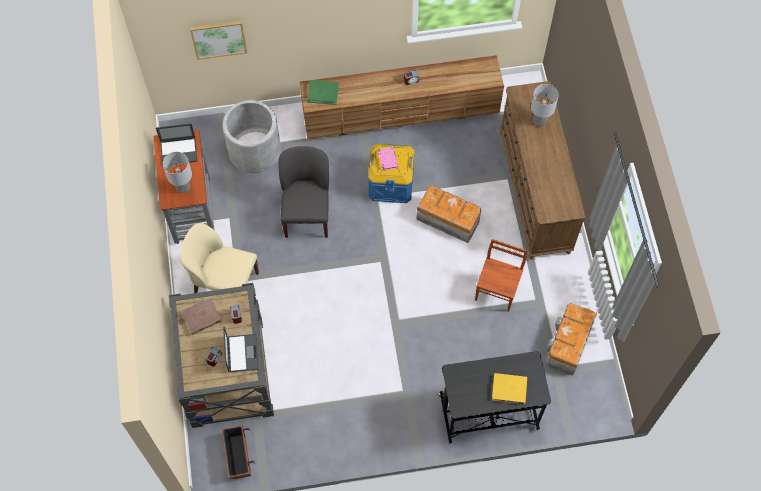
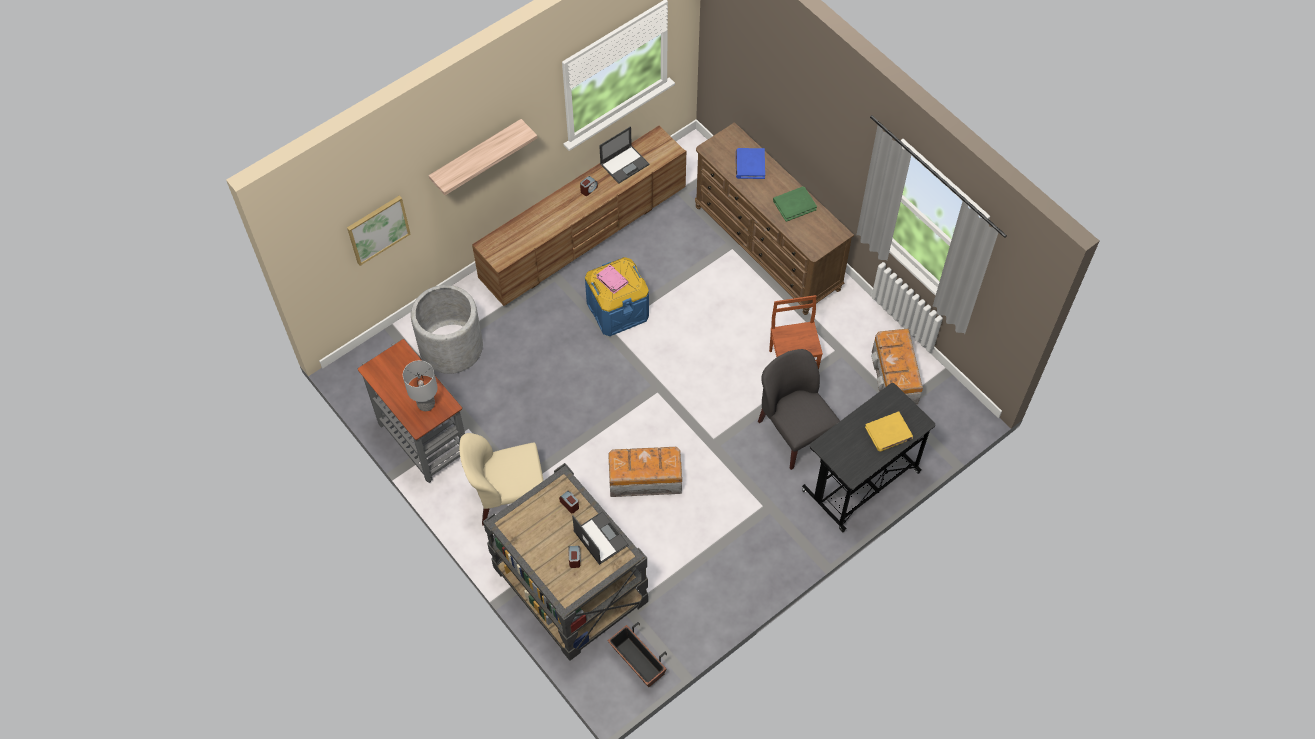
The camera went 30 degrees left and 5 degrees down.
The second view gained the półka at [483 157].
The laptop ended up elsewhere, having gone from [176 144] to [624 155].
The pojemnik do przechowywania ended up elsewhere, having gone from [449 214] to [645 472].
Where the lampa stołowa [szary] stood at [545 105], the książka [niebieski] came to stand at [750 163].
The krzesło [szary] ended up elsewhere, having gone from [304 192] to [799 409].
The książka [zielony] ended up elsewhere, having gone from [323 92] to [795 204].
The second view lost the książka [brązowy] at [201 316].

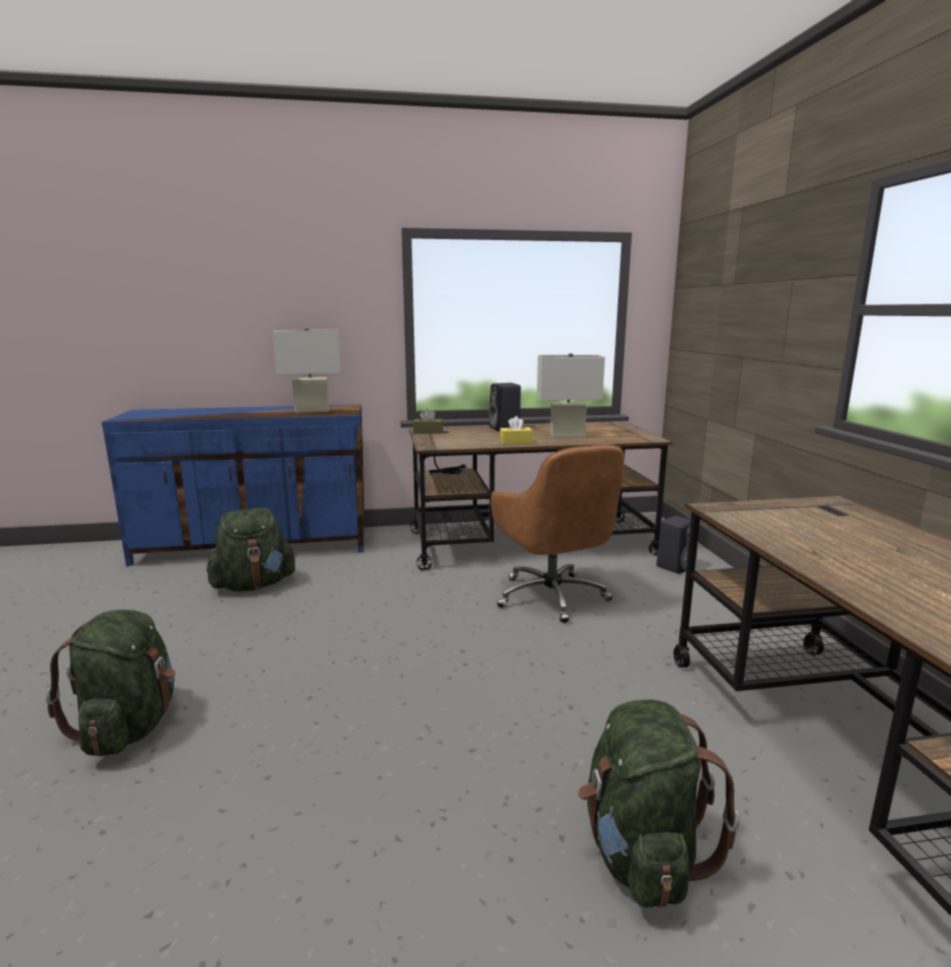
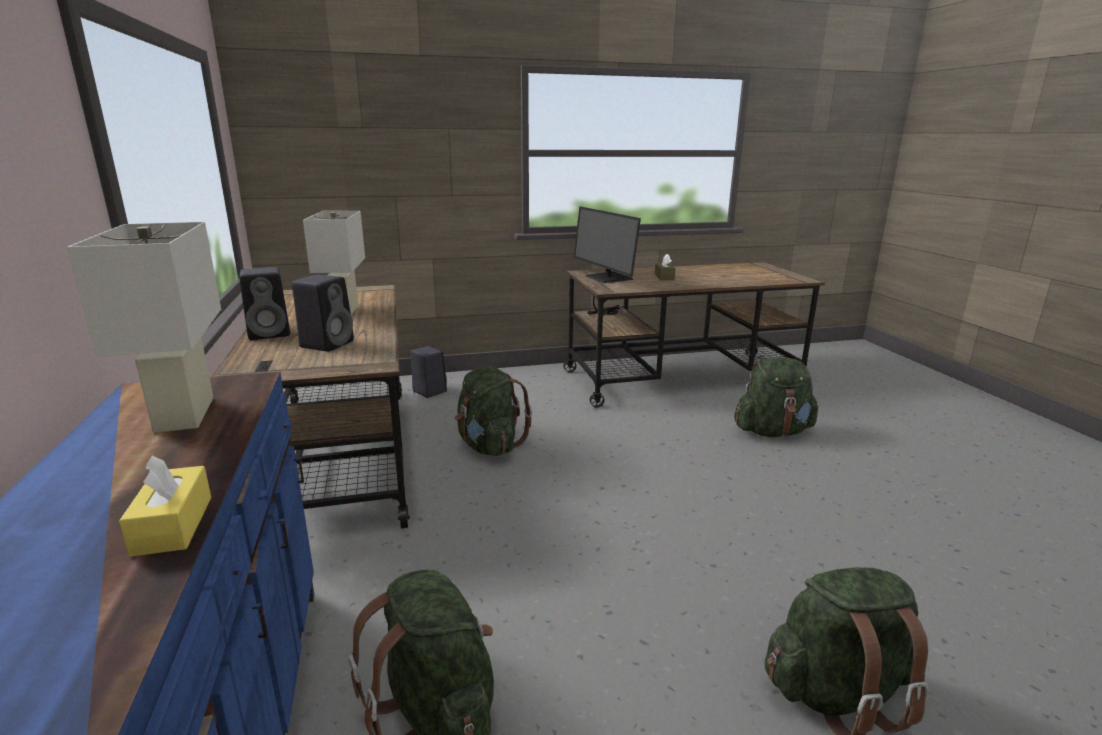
The camera went 95 degrees left and 5 degrees up.
The pudełko chusteczek [żółty] ended up elsewhere, having gone from [516 430] to [165 506].
The second view gained the głośnik [czarny] at [323 313].
Where the krzesło biurowe [brązowy] stood at [557 533], the plecak [zielony] came to stand at [493 411].
The second view gained the monitor at [607 244].
The pudełko chusteczek [brązowy] ended up elsewhere, having gone from [428 421] to [665 267].

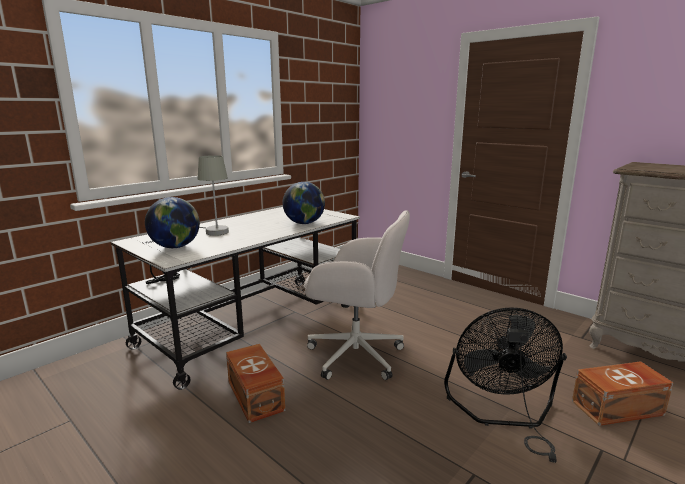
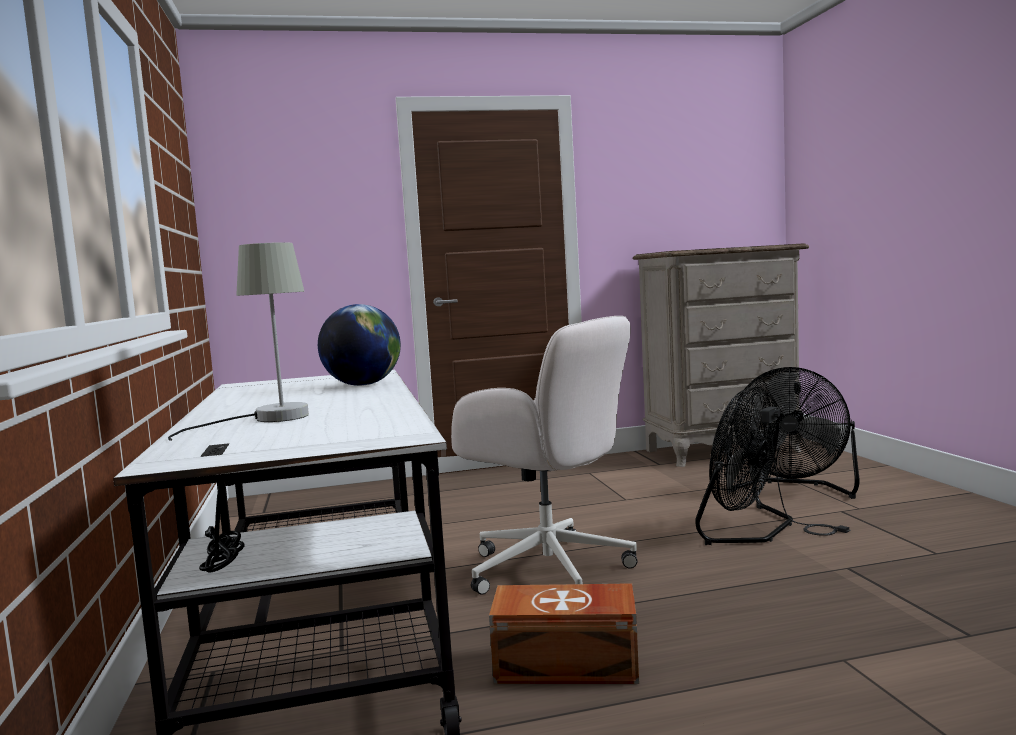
The camera went 55 degrees left and 10 degrees down.
The krzesło biurowe [biały] at [357 295] ended up facing another way, 75 degrees clockwise from before.
Where the pojemnik do przechowywania [brązowy] stood at [622 393], the wentylator [czarny] came to stand at [792 433].
The second view lost the globus at [172 222].

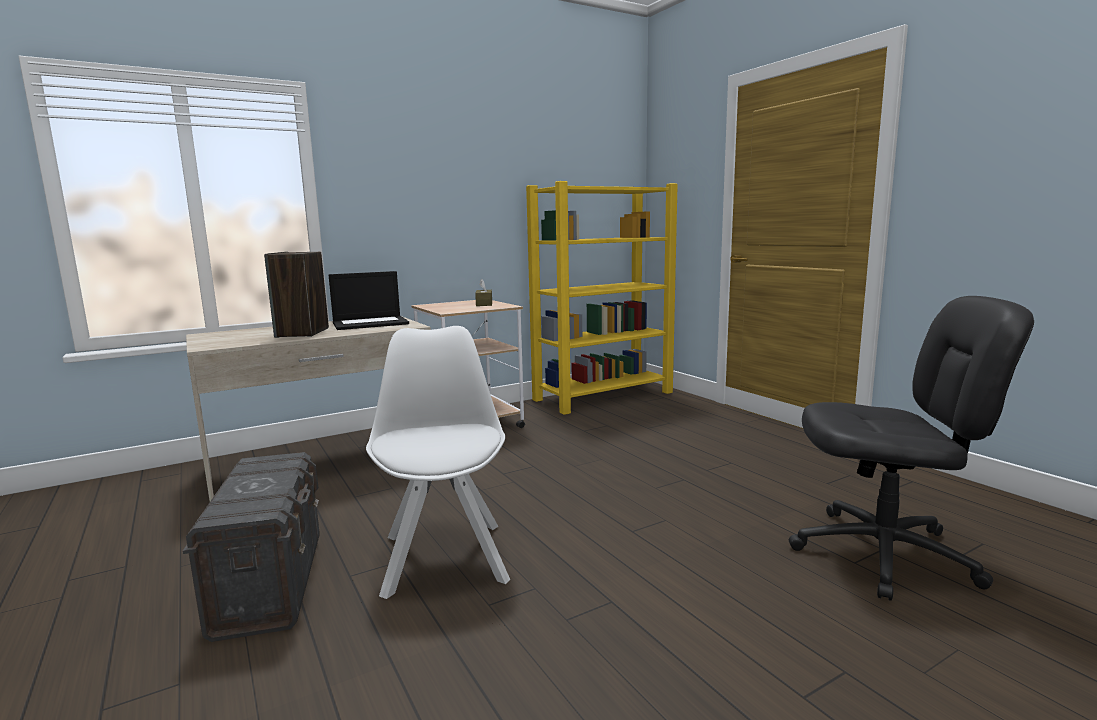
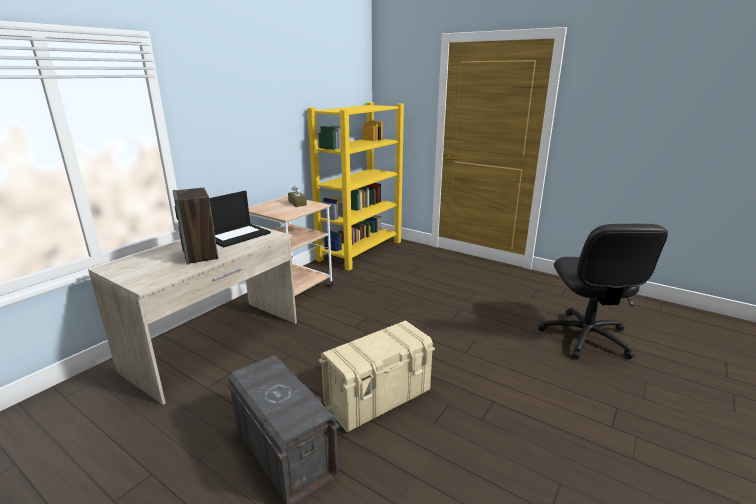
The camera went 25 degrees left and 10 degrees up.
Where the krzesło [biały] stood at [438 462], the pojemnik do przechowywania [beżowy] came to stand at [377 376].
The krzesło biurowe [czarny] at [911 448] ended up facing another way, 105 degrees clockwise from before.

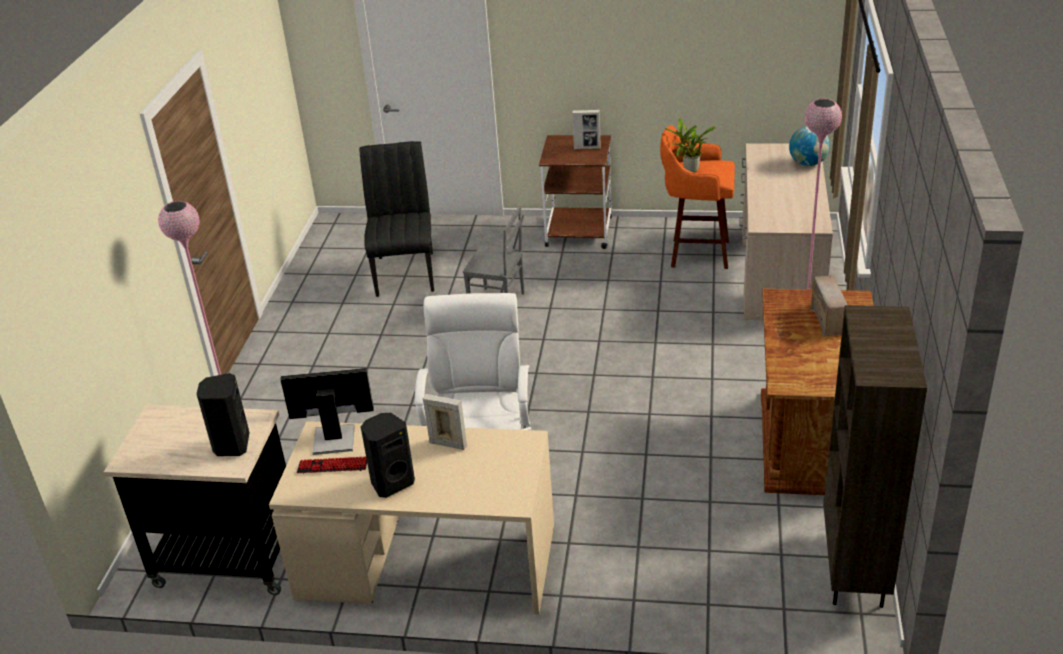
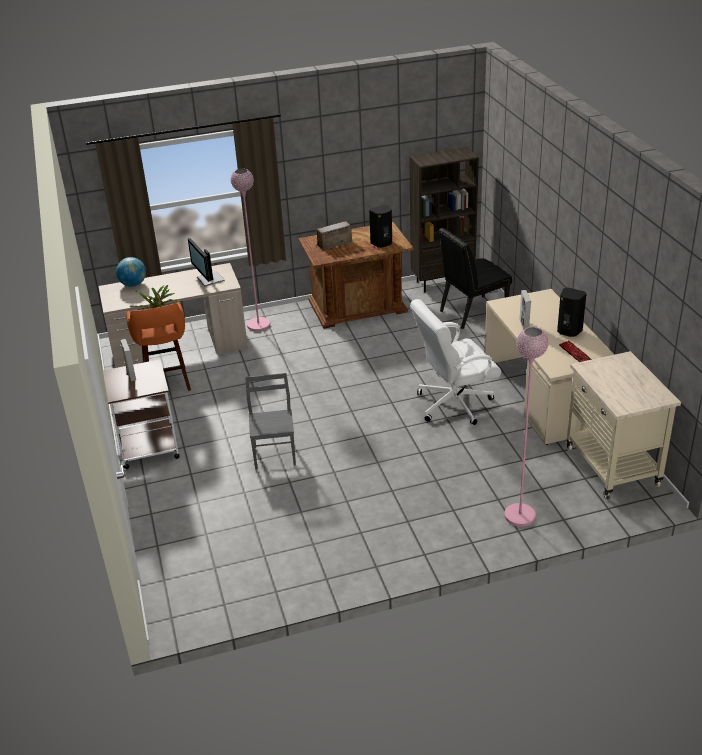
The camera went 115 degrees left and 0 degrees up.
The monitor ended up elsewhere, having gone from [327 411] to [206 262].
The głośnik [czarny] ended up elsewhere, having gone from [223 414] to [380 226].
The krzesło [czarny] ended up elsewhere, having gone from [396 219] to [475 278].
What was the wózek [czarny] at [195 500] turned into the wózek [beżowy] at [623 425].

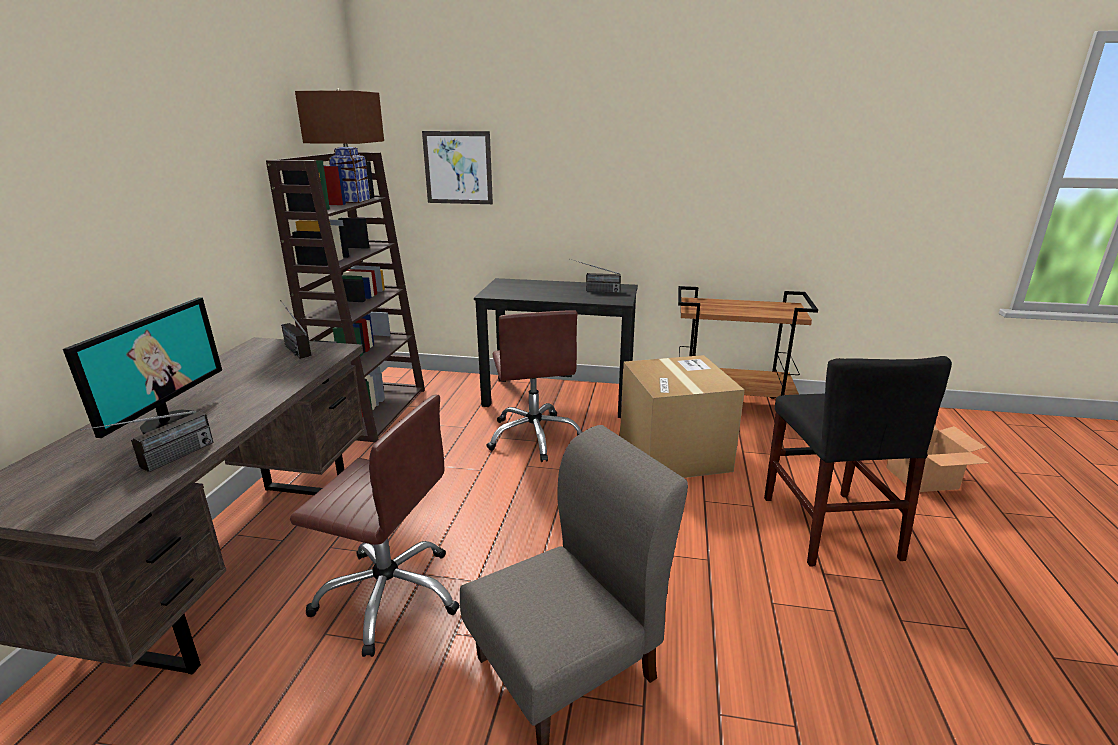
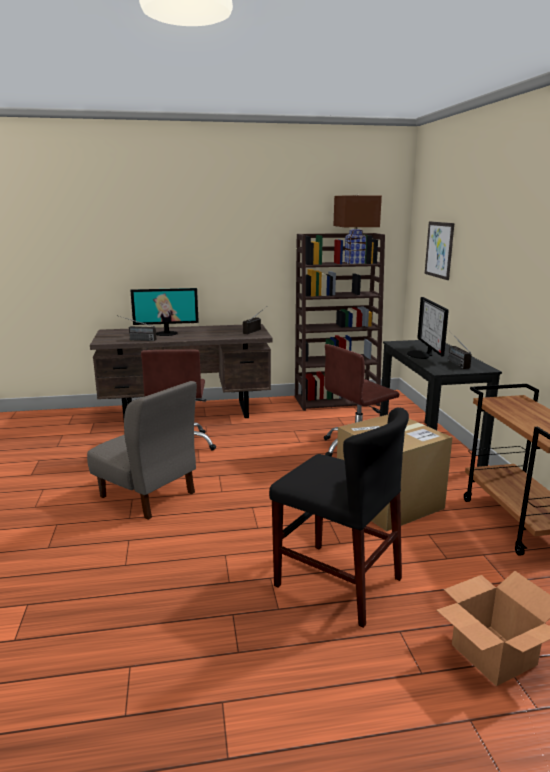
The camera went 70 degrees right and 5 degrees down.
The krzesło [czarny] at [858 461] ended up facing another way, 120 degrees counterclockwise from before.
The second view gained the monitor at [428 328].

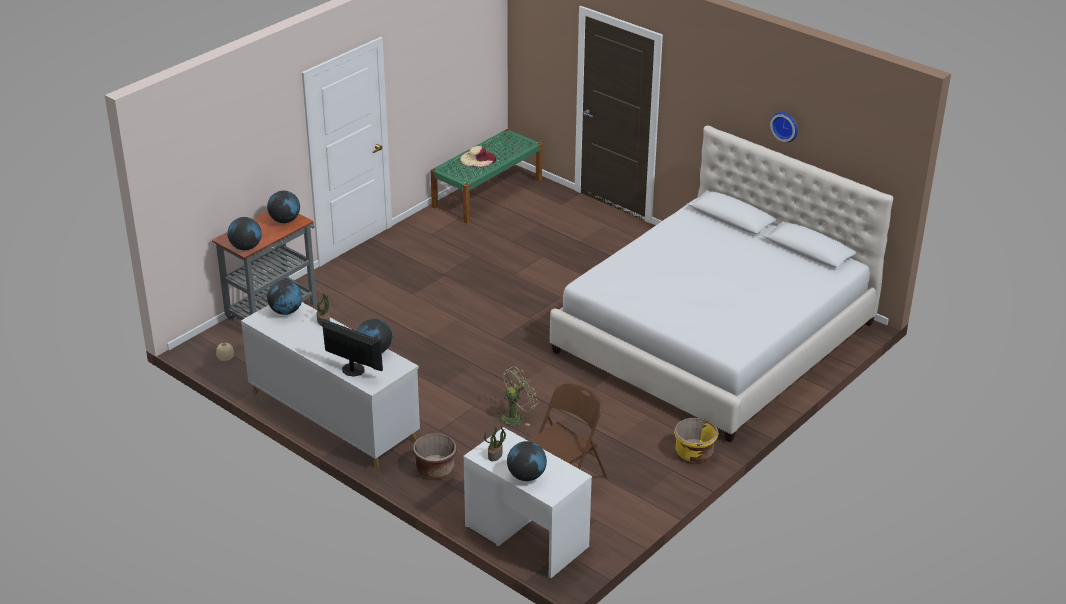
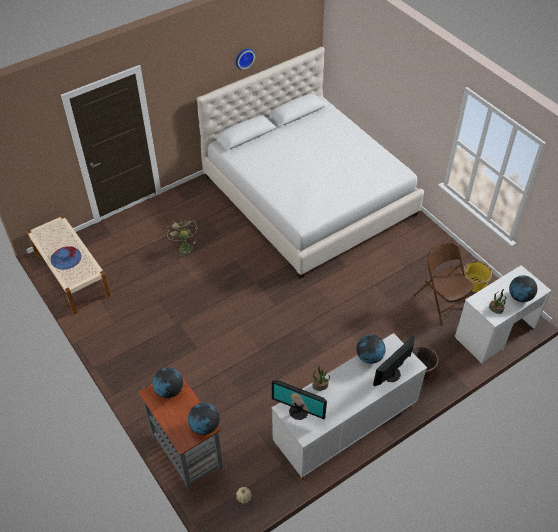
The camera went 75 degrees left and 15 degrees up.
What was the ławka [zielony] at [486 176] turned into the ławka [beżowy] at [69 265].
What was the kapelusz [beżowy] at [478 157] turned into the kapelusz [niebieski] at [66 258].
The wentylator [zielony] ended up elsewhere, having gone from [517 396] to [182 237].
Where the globus stood at [284 297], the monitor came to stand at [299 400].
The donica [żółty] ended up elsewhere, having gone from [696 440] to [477 276].

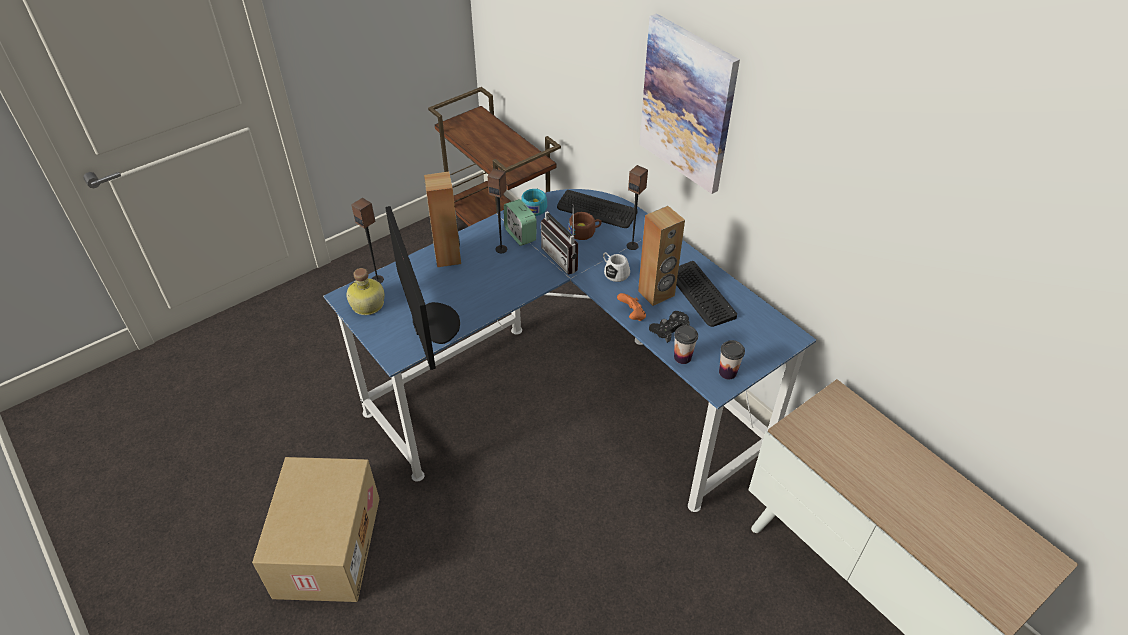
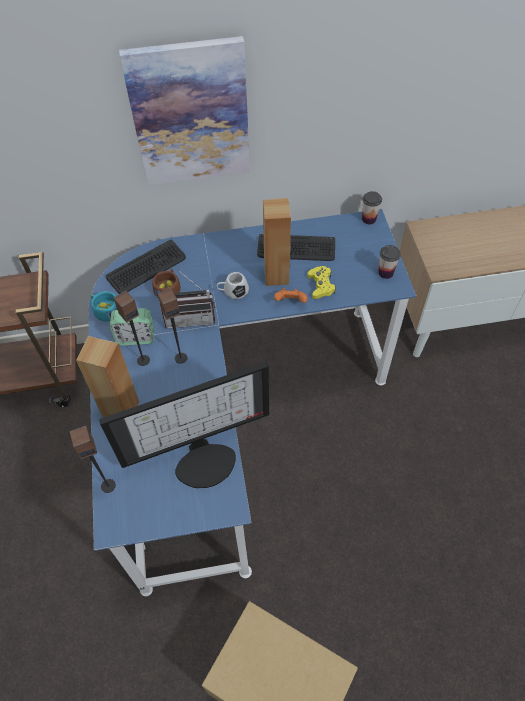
The camera went 60 degrees left and 10 degrees up.
The monitor at [422 288] ended up facing another way, 150 degrees clockwise from before.
The głośnik ended up elsewhere, having gone from [637 207] to [172 326].
What was the pad do gier [czarny] at [669 327] turned into the pad do gier [żółty] at [321 282].
The filiżanka ended up elsewhere, having gone from [686 344] to [372 208].
The second view lost the butelka at [365 291].

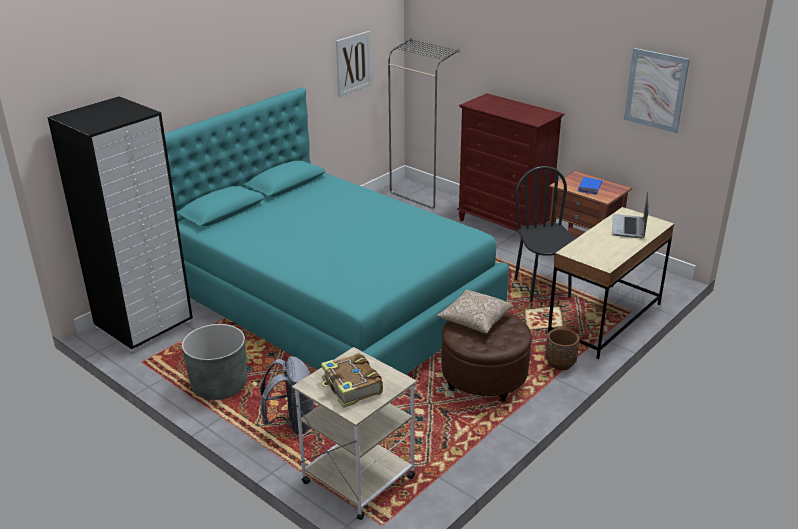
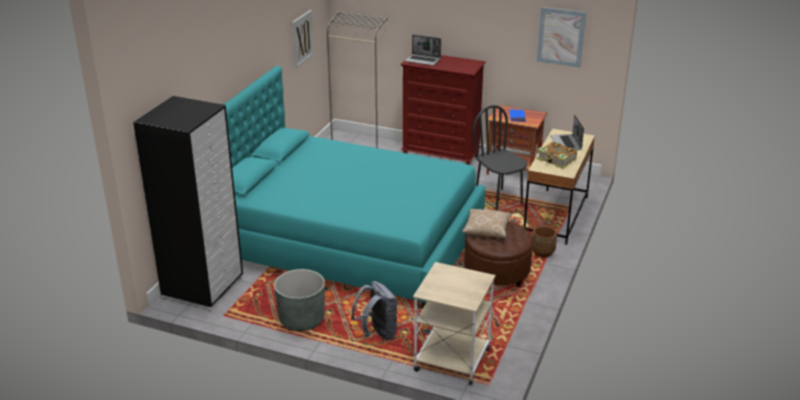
The camera went 20 degrees left and 0 degrees up.
The second view gained the laptop at [423 50].
The książka ended up elsewhere, having gone from [352 380] to [557 155].

